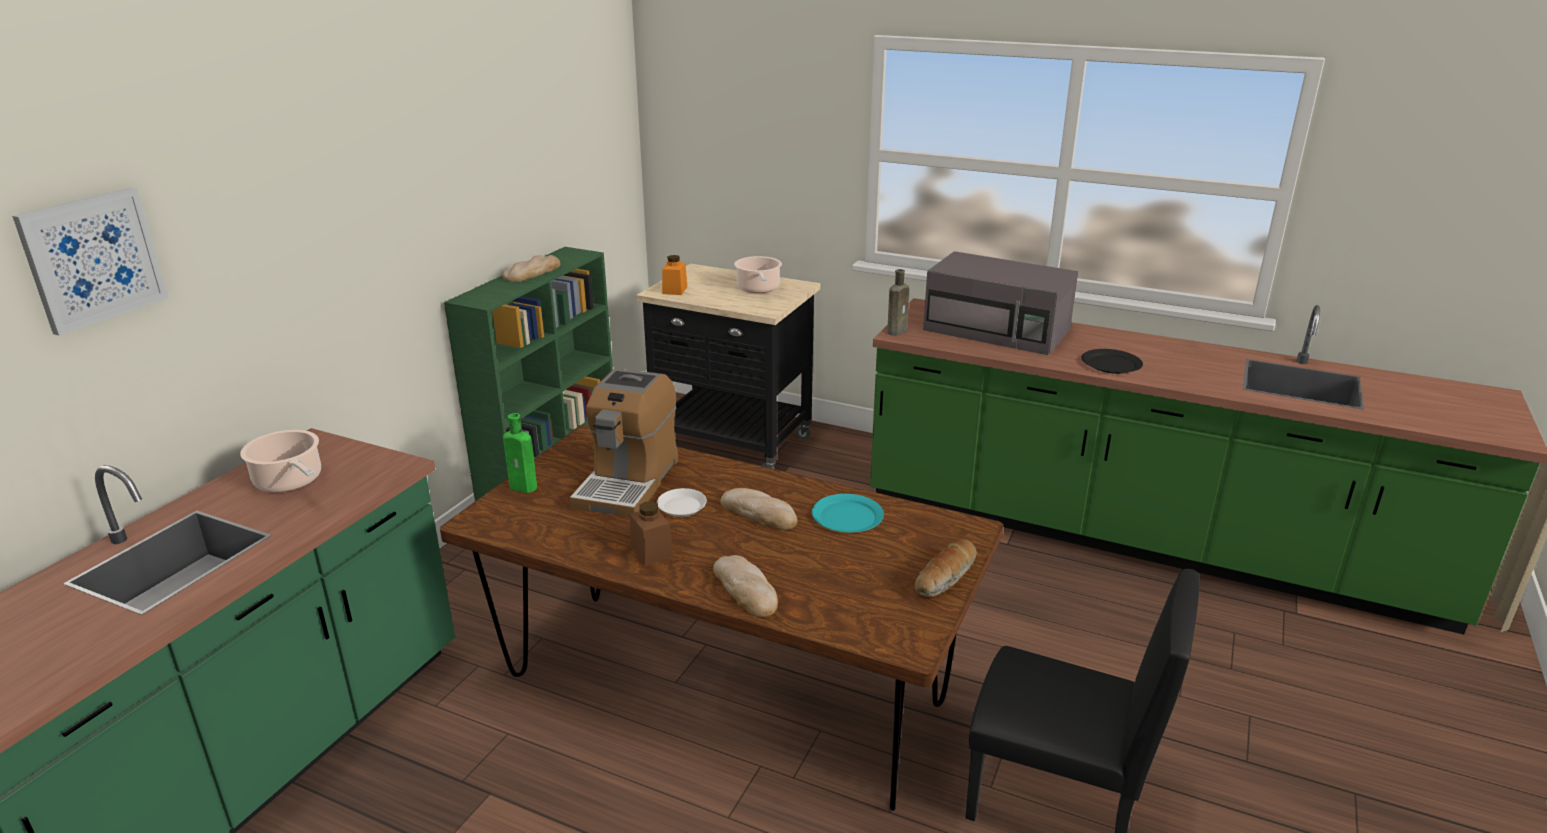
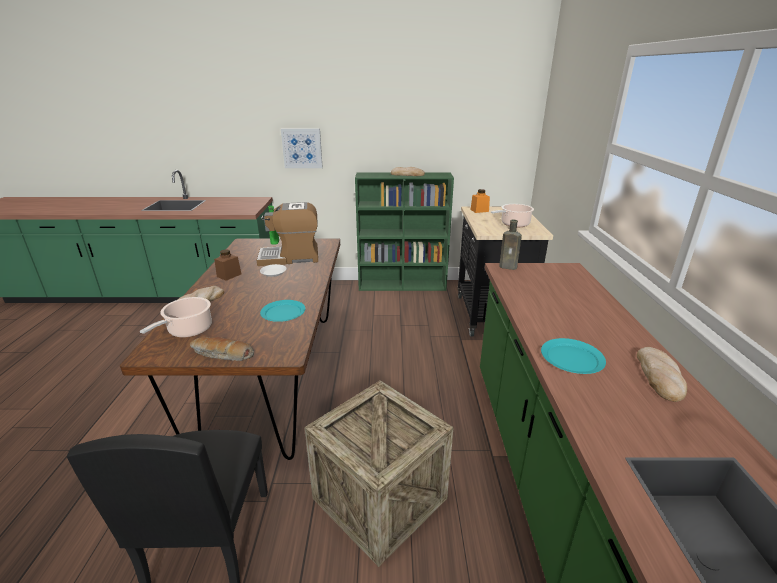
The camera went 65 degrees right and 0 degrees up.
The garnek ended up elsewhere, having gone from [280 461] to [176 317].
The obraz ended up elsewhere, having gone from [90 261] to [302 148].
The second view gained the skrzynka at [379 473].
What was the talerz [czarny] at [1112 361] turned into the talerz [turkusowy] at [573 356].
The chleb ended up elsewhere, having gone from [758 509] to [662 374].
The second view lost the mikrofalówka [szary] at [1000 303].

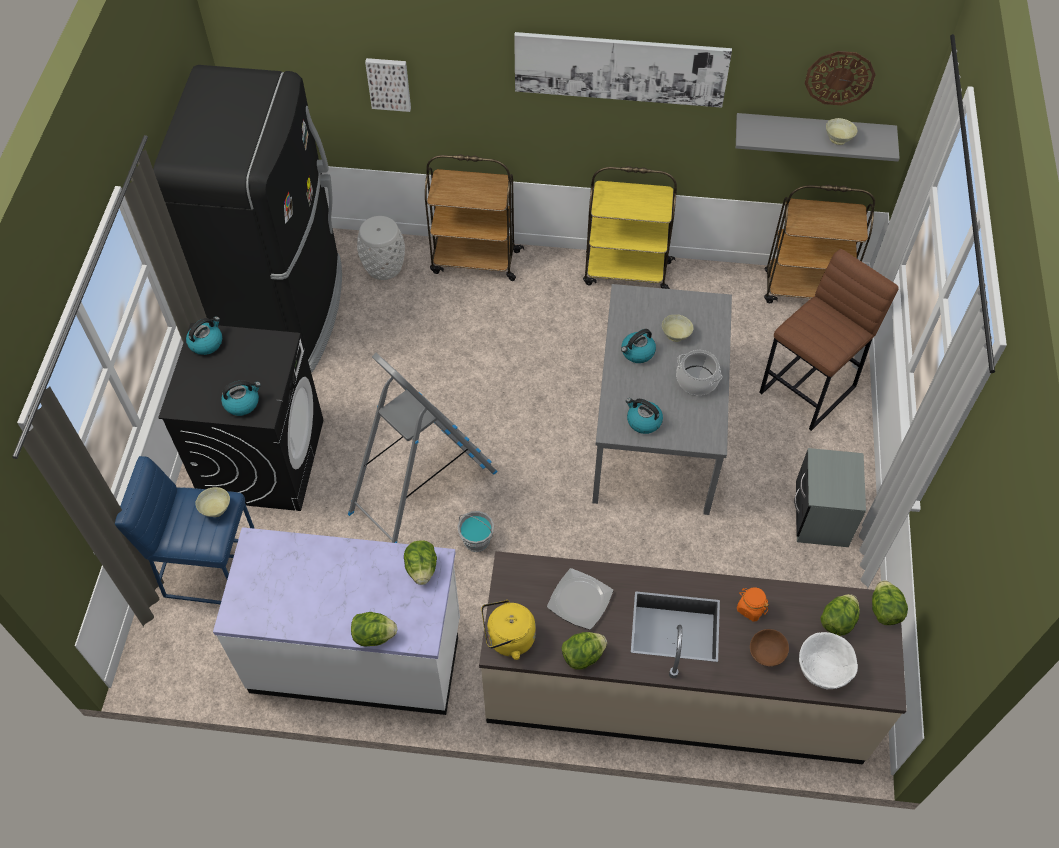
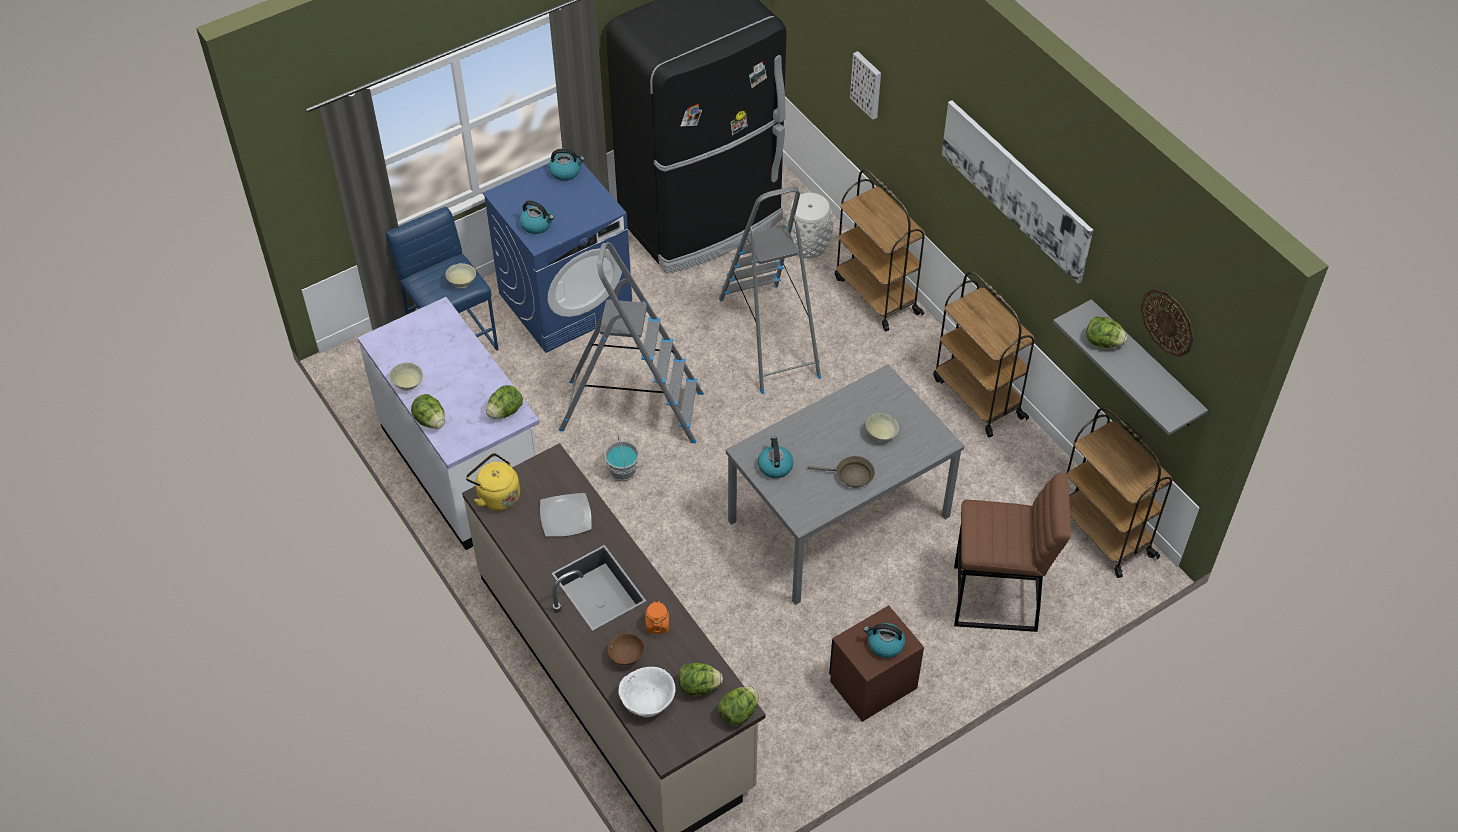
The camera went 50 degrees right and 5 degrees down.
The miska [beżowy] ended up elsewhere, having gone from [841 131] to [406 377].
What was the pralka [czarny] at [240 417] turned into the pralka [niebieski] at [557 255].
The second view gained the drabinka [szary] at [770 290].
Where the garnek stood at [699 372], the patelnia [brązowy] came to stand at [841 472].
What was the szafka nocna [szary] at [830 497] turned into the szafka nocna [brązowy] at [876 663].
The czajnik ended up elsewhere, having gone from [638 346] to [884 640].
What was the wózek [żółty] at [630 227] turned into the wózek [brązowy] at [984 354].
The sałata ended up elsewhere, having gone from [584 651] to [1106 332].

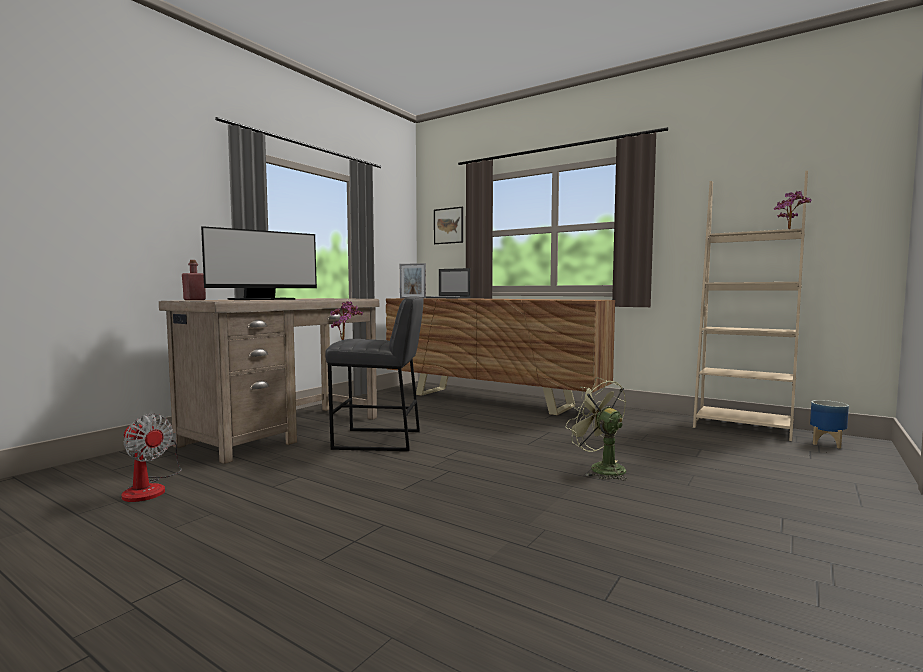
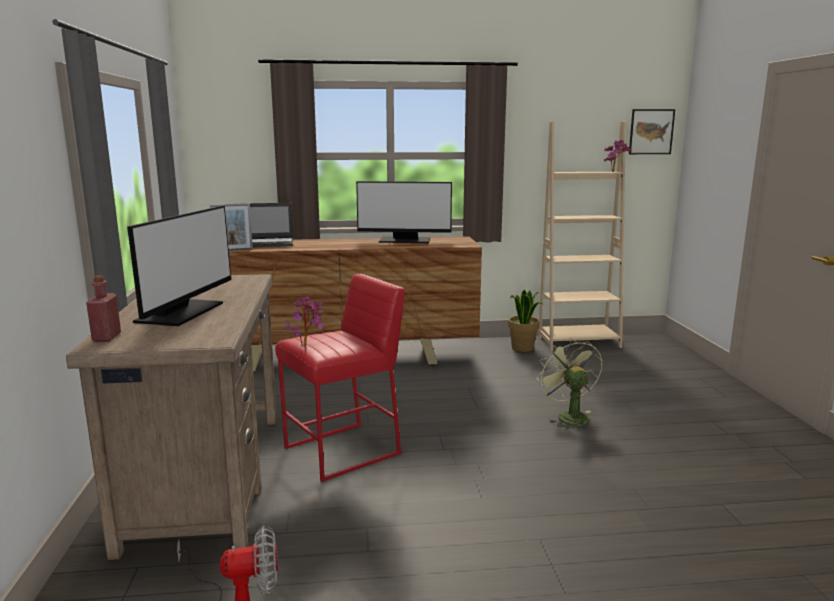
The camera went 40 degrees left and 10 degrees up.
What was the stołek [szary] at [374 373] turned into the stołek [czerwony] at [340 378].
The second view gained the monitor at [404 212].
The second view gained the roślina doniczkowa at [525 321].
The wentylator [zielony] at [596 428] ended up facing another way, 60 degrees clockwise from before.
The obraz ended up elsewhere, having gone from [448 225] to [652 131].
The second view lost the donica at [829 424].

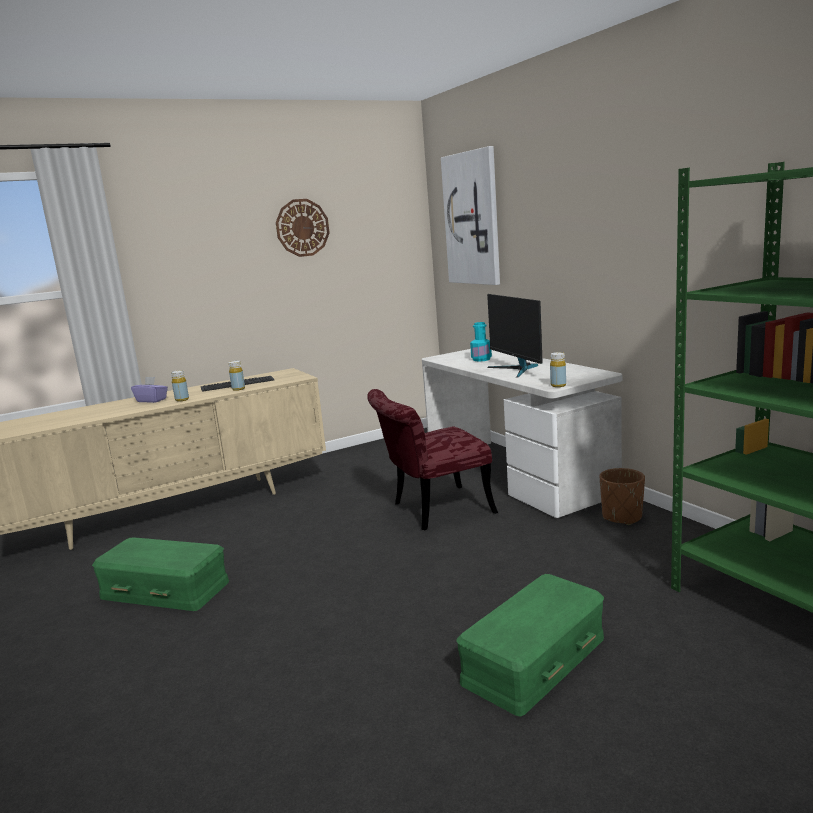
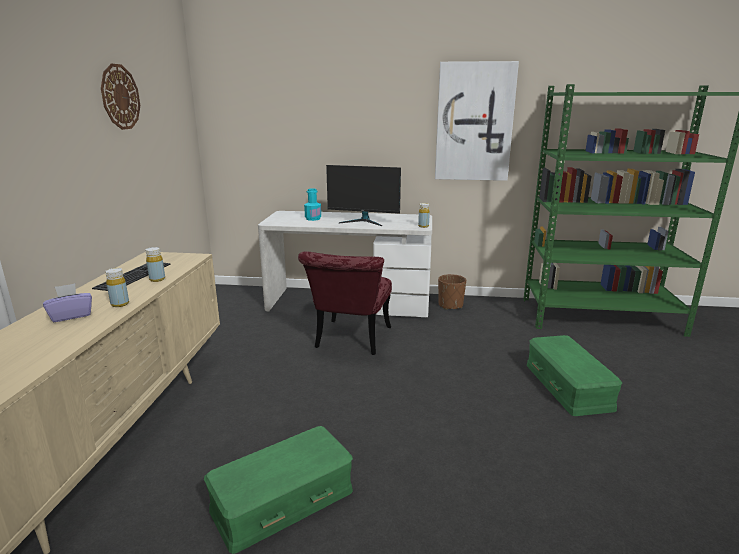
The camera went 55 degrees left and 5 degrees up.
The obraz ended up elsewhere, having gone from [470 215] to [477 121].

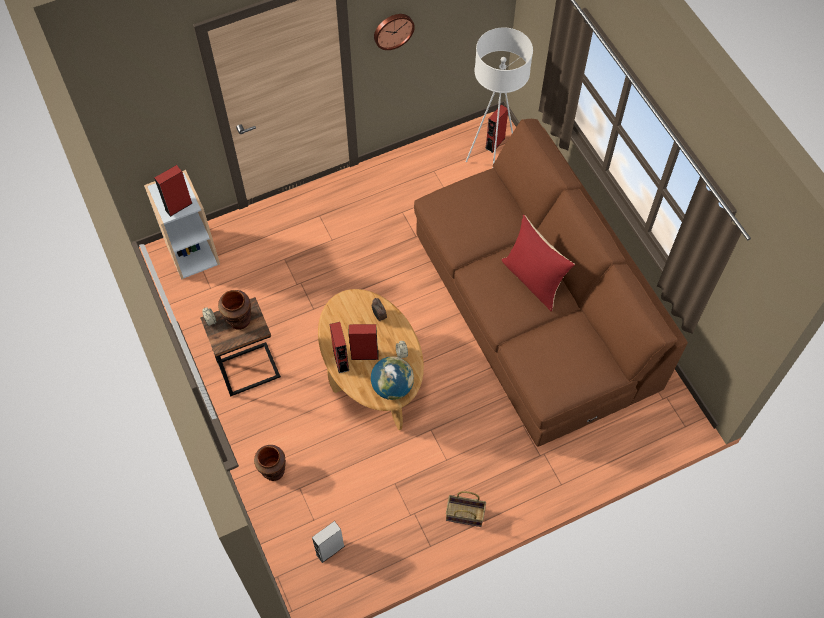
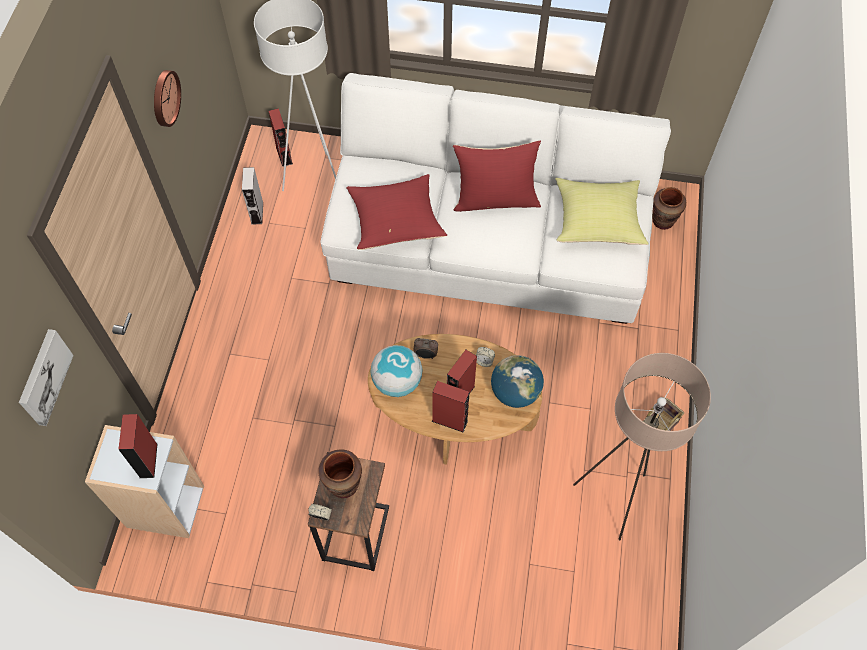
The camera went 55 degrees left and 0 degrees up.
The second view gained the obraz at [46 377].
The głośnik [szary] ended up elsewhere, having gone from [328 542] to [252 196].
What was the kanapa [brązowy] at [551 283] turned into the kanapa [biały] at [496 198].
The second view gained the poduszka [czerwony] at [396 212].
The second view gained the globus at [396 371].
The second view gained the poduszka [żółty] at [602 211].
The second view gained the lampa stojąca [beżowy] at [642 446].
The wazon [brązowy] ended up elsewhere, having gone from [270 463] to [669 208].

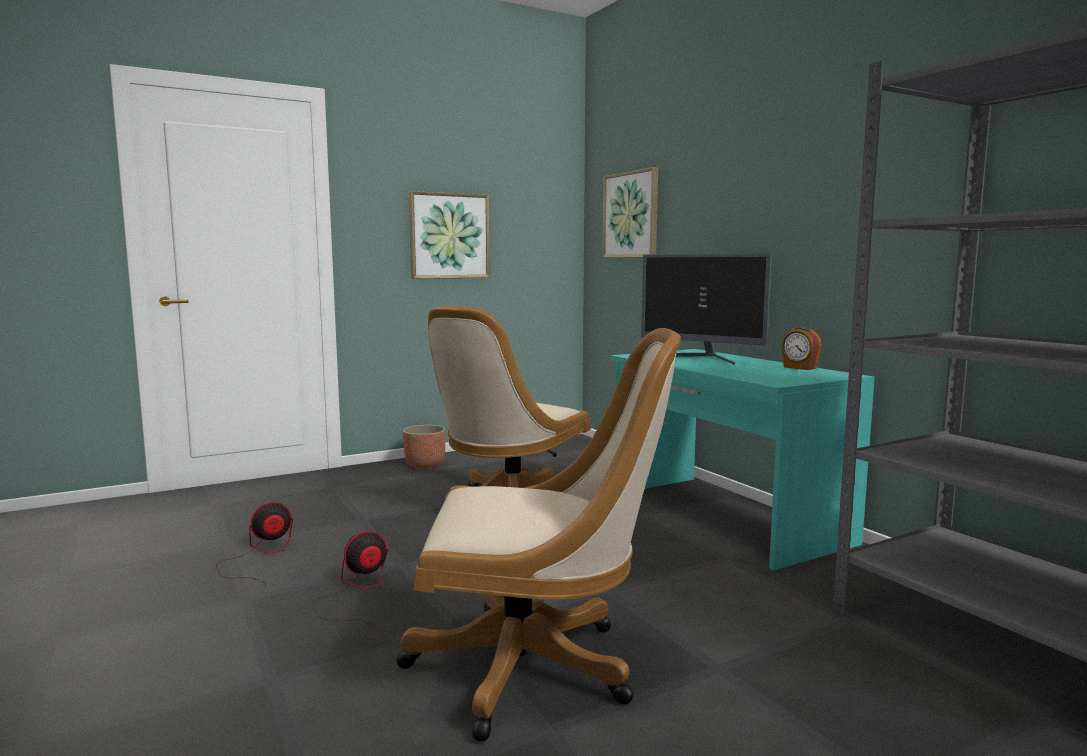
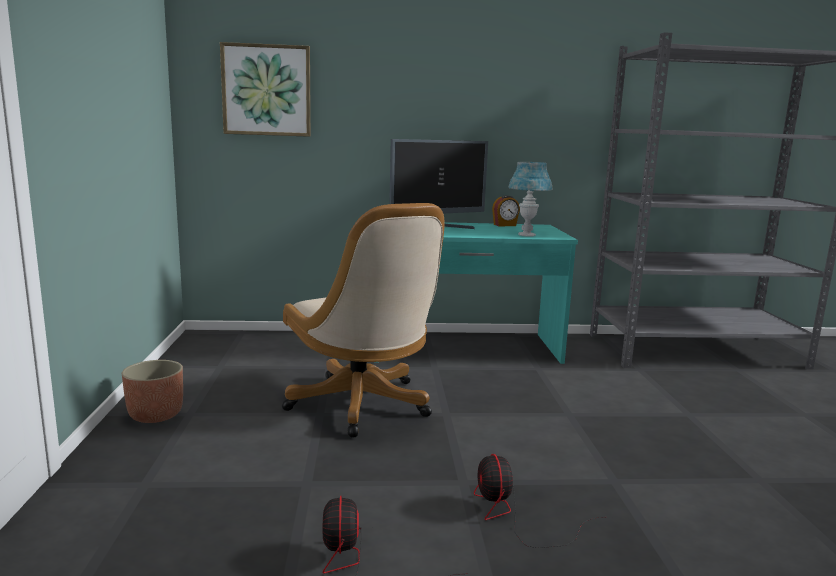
The camera went 65 degrees left and 5 degrees up.
The second view gained the lampa stołowa [niebieski] at [530 199].
The second view lost the krzesło biurowe at [538 535].
The second view lost the obraz at [449 235].

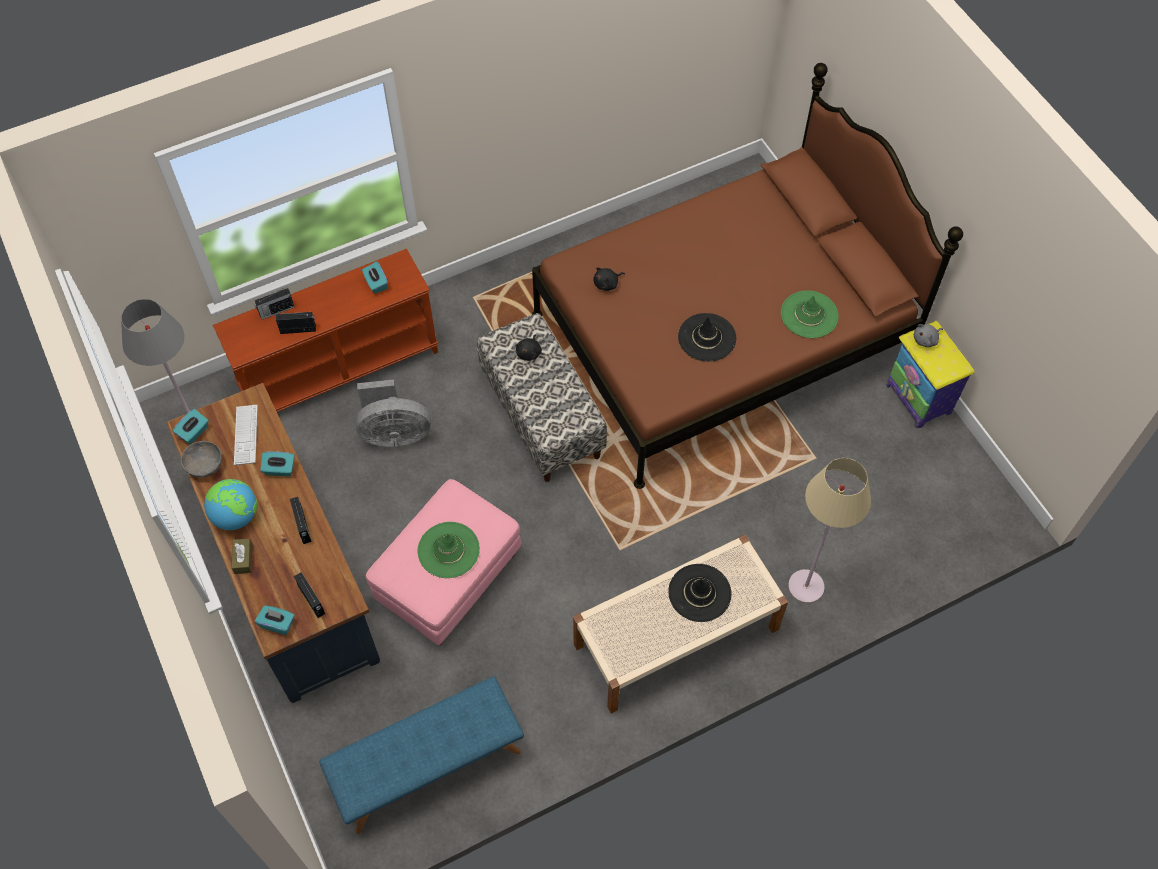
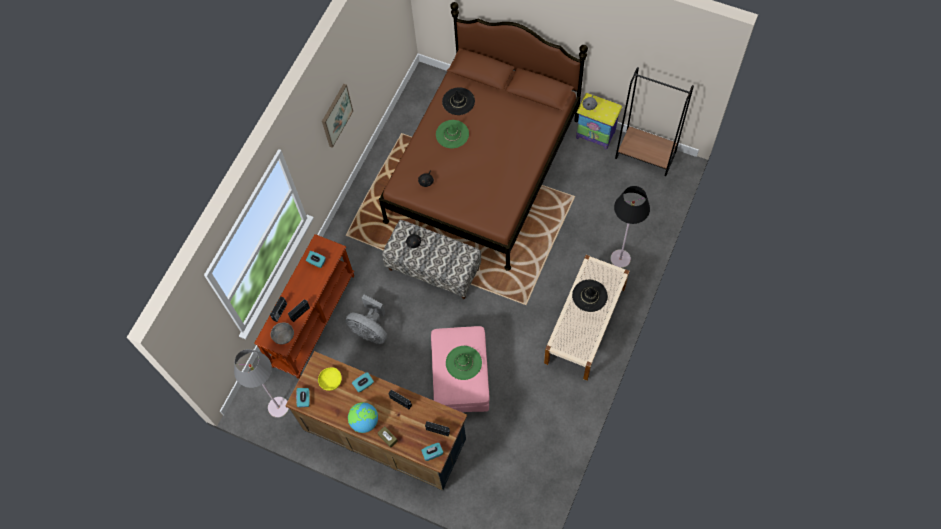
The camera went 35 degrees left and 5 degrees up.
The miska [szary] ended up elsewhere, having gone from [201 459] to [282 333].
Where the klawiatura stood at [246 435], the miska [żółty] came to stand at [330 379].
The second view gained the obraz at [337 116].
The wentylator [szary] at [393 413] ended up facing another way, 75 degrees clockwise from before.
The kapelusz [zielony] ended up elsewhere, having gone from [810 314] to [452 134].
The kapelusz [czarny] ended up elsewhere, having gone from [707 337] to [458 101].
What was the lampa stojąca [beżowy] at [829 531] turned into the lampa stojąca [czarny] at [630 227].
The second view gained the wieszak at [654 121].
The second view lost the ławka [niebieski] at [421 755].

